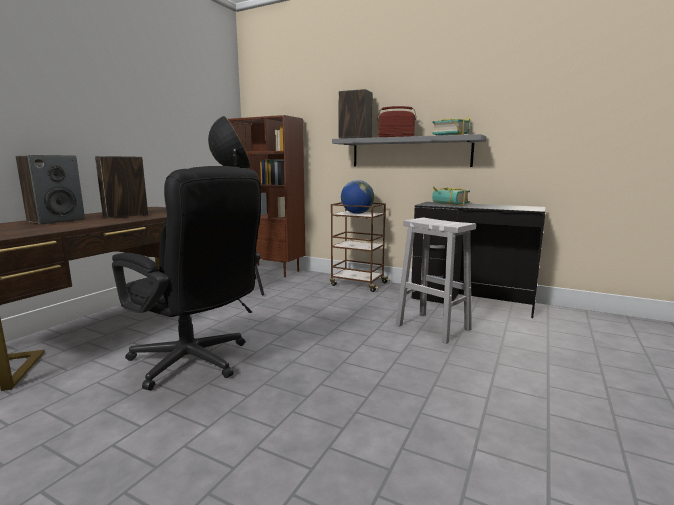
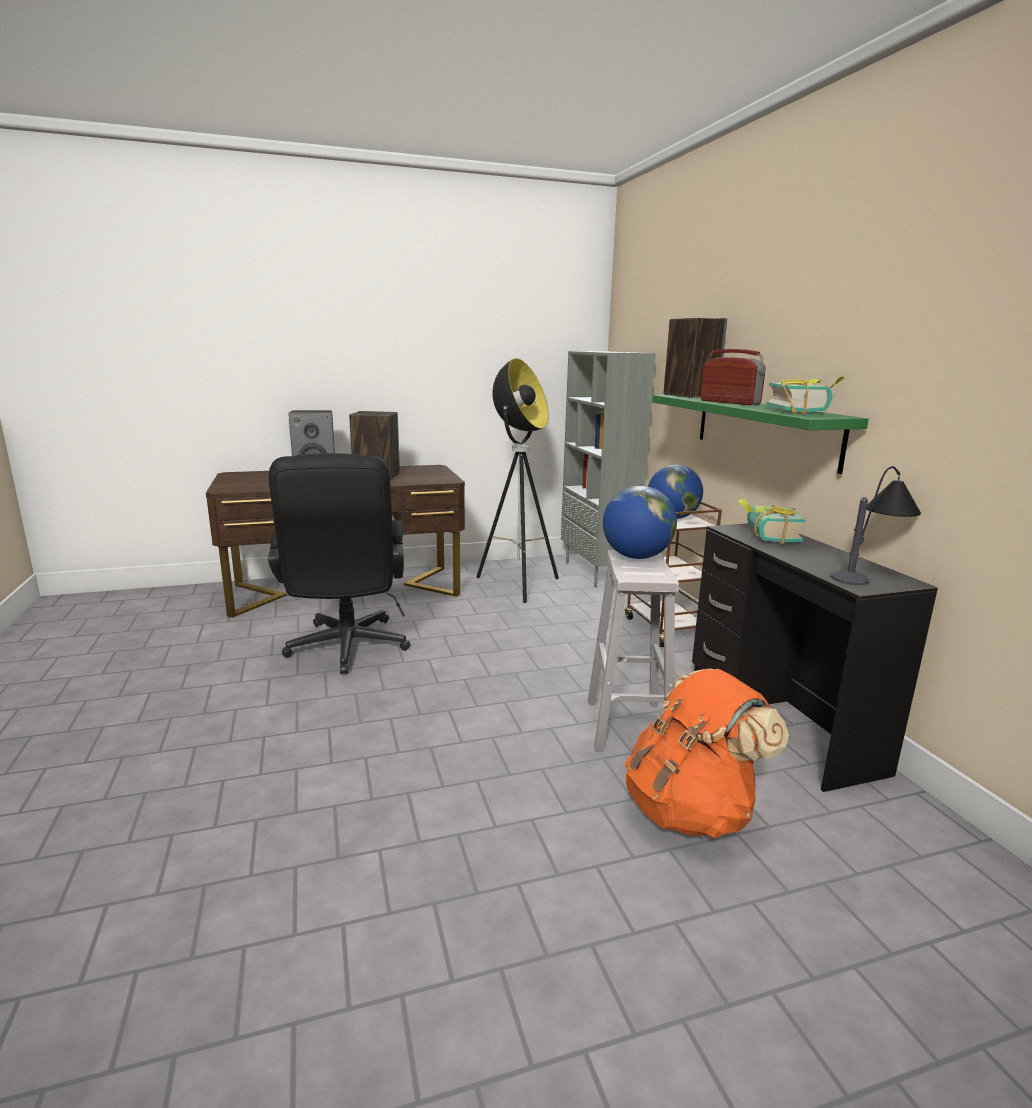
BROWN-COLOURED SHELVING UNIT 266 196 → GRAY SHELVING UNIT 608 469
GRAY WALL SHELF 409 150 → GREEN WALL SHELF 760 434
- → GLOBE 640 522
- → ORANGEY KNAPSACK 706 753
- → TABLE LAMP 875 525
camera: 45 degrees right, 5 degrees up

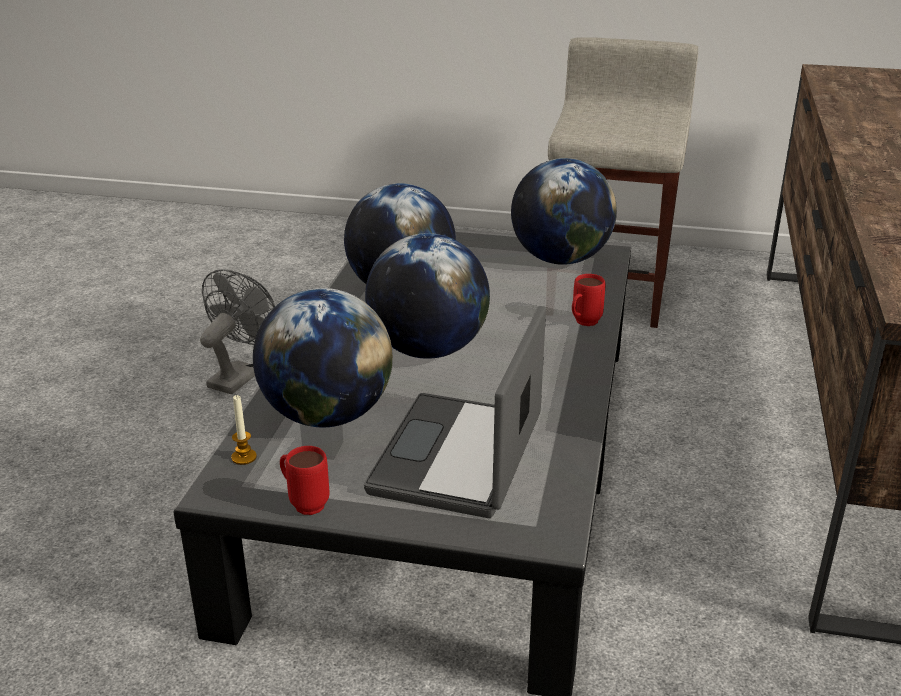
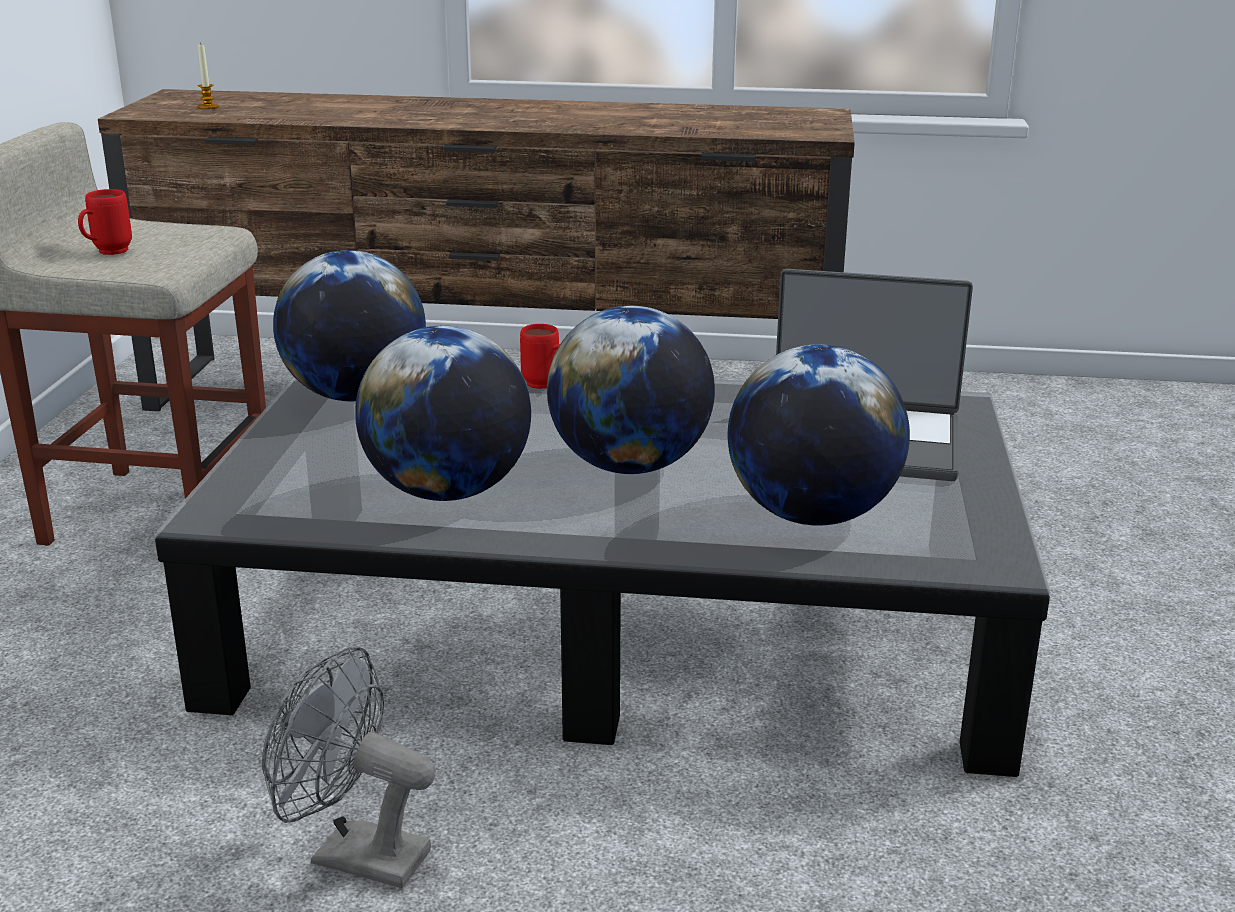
WAX CANDLE 244 430 → WAX CANDLE 208 77, move
RED MUG 305 480 → RED MUG 105 222, move
camera: 95 degrees left, 5 degrees down

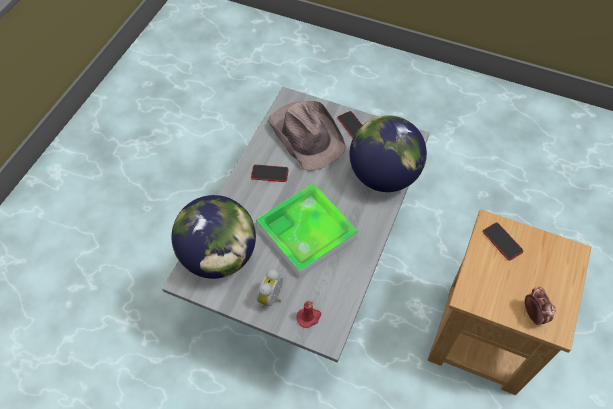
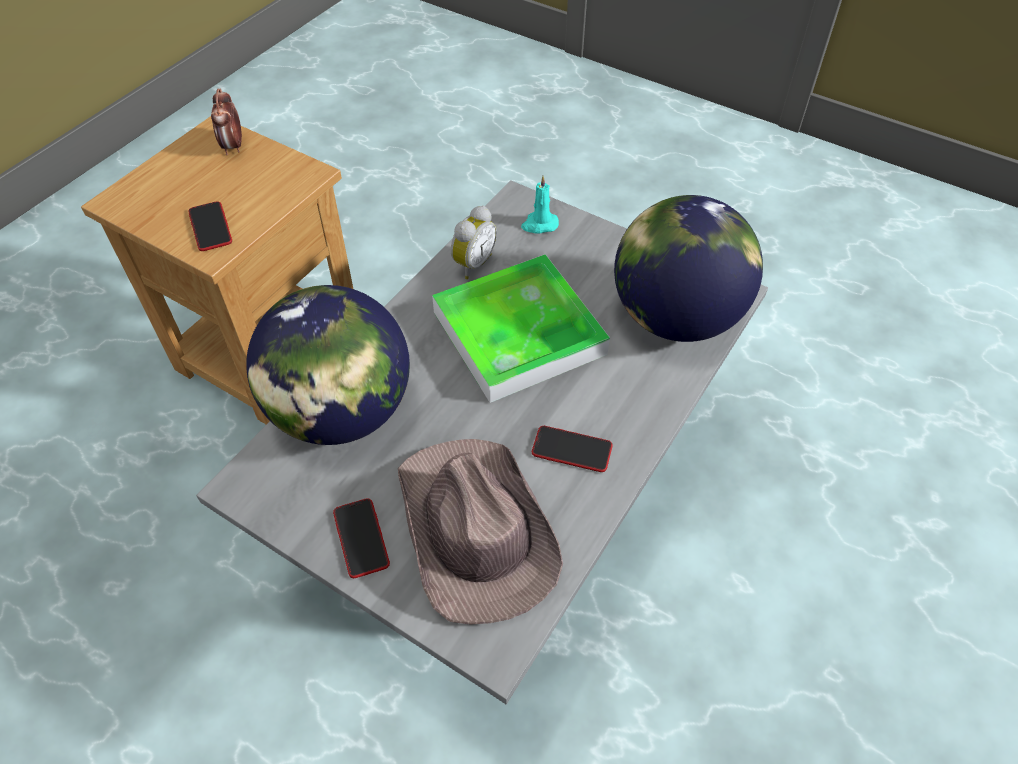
BEDSIDE CLOCK 270 288 → BEDSIDE CLOCK 474 242, move
RED WAX CANDLE 308 314 → TURQUOISE-COLOURED WAX CANDLE 540 204
camera: 170 degrees left, 5 degrees down

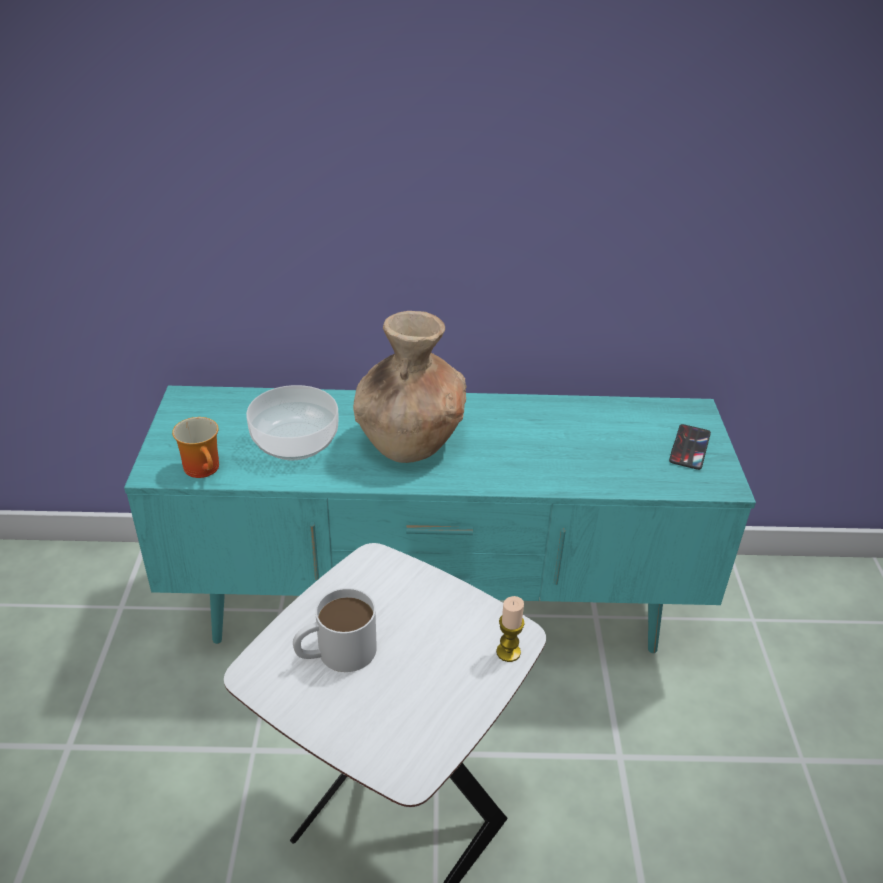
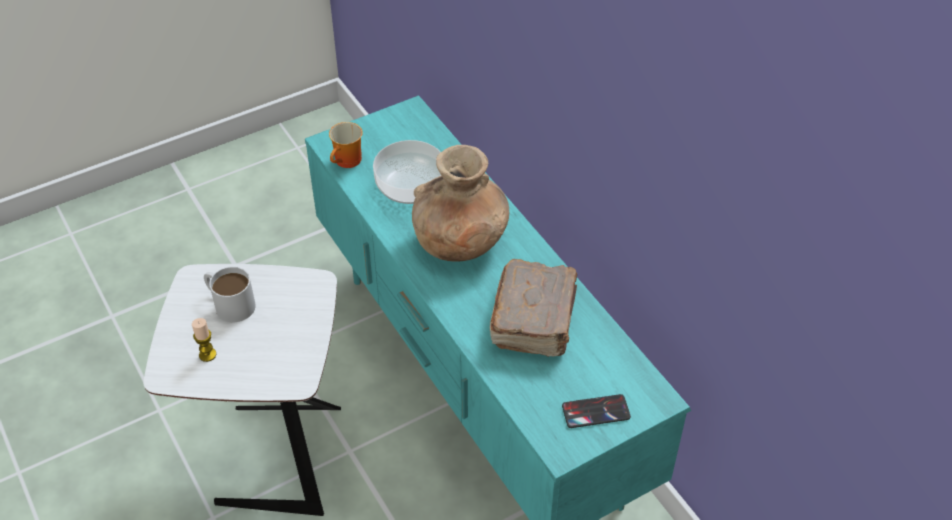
WAX CANDLE 510 629 → WAX CANDLE 204 340, move
- → BROWN-COLOURED VOLUME 533 308
camera: 60 degrees right, 10 degrees up

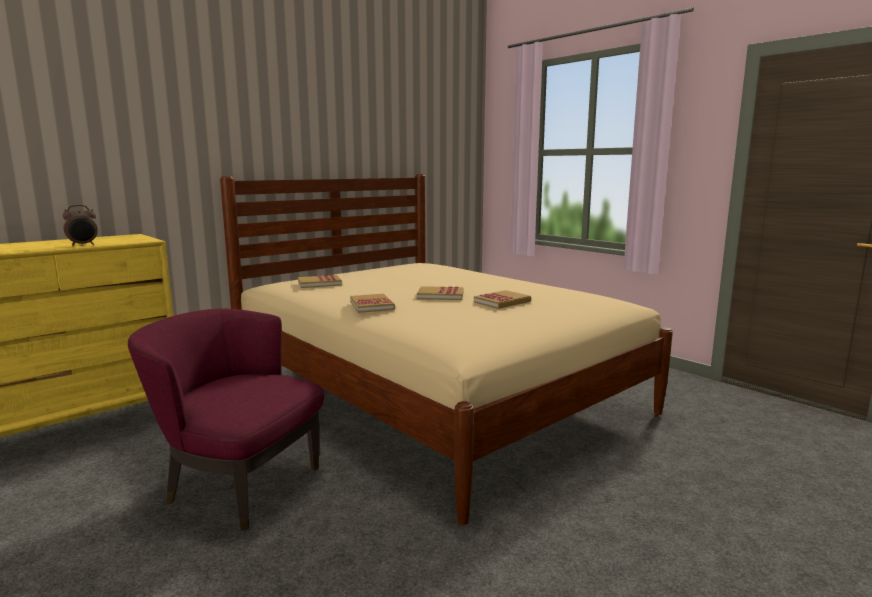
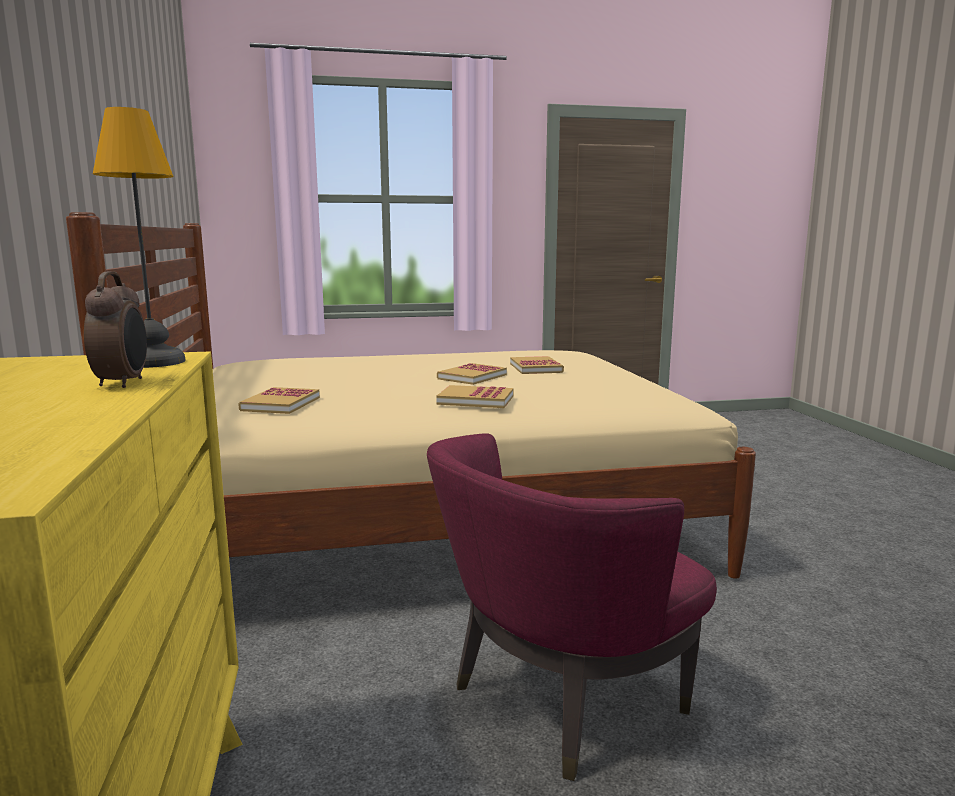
- → TABLE LAMP 139 237
camera: 60 degrees left, 0 degrees up

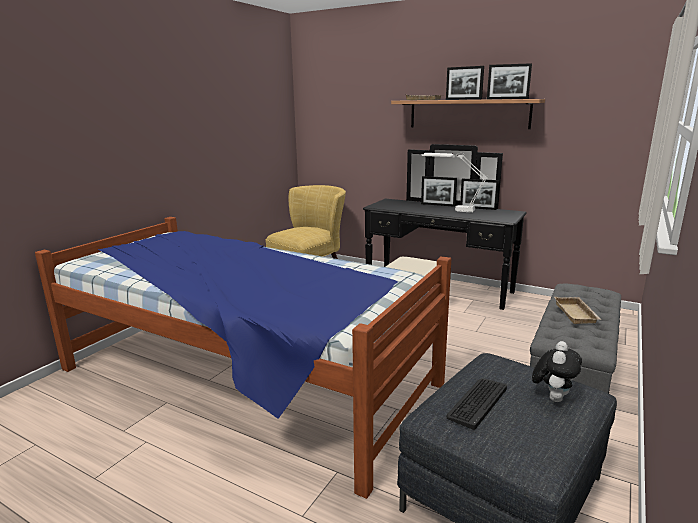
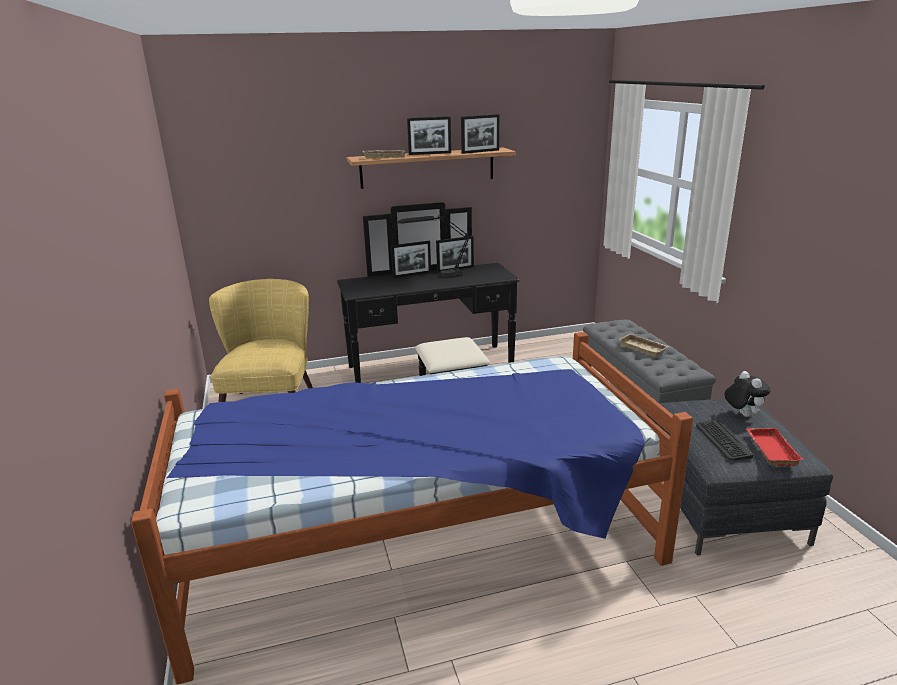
WHITE TABLE LAMP 454 183 → BLACK TABLE LAMP 434 246
- → RED CARRYING TRAY 775 447
camera: 45 degrees left, 5 degrees up

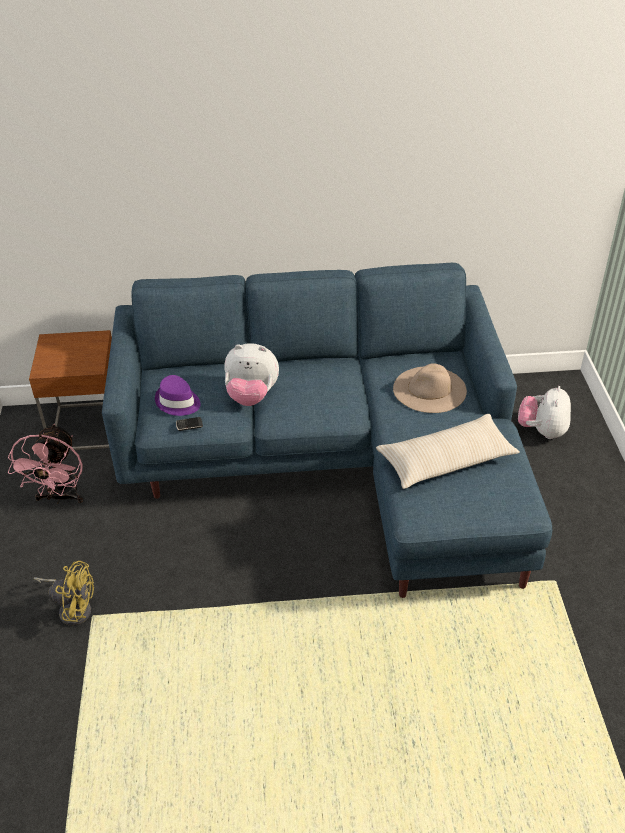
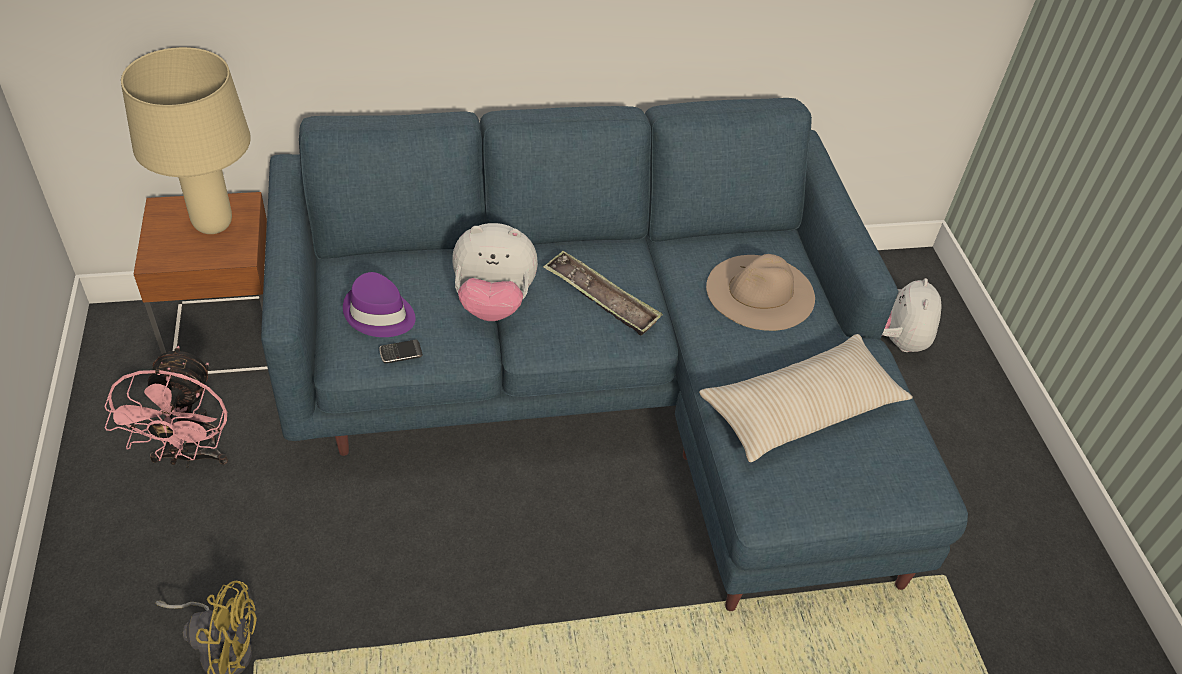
- → BEIGE-COLOURED TABLE LAMP 186 140
- → CARRYING TRAY 603 293
camera: 10 degrees left, 5 degrees up

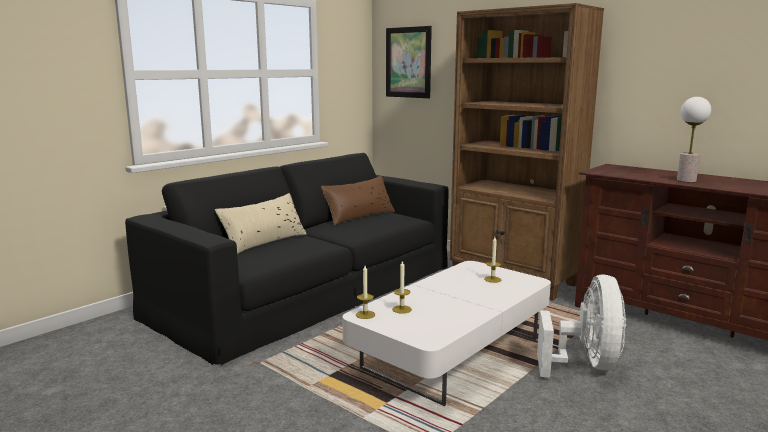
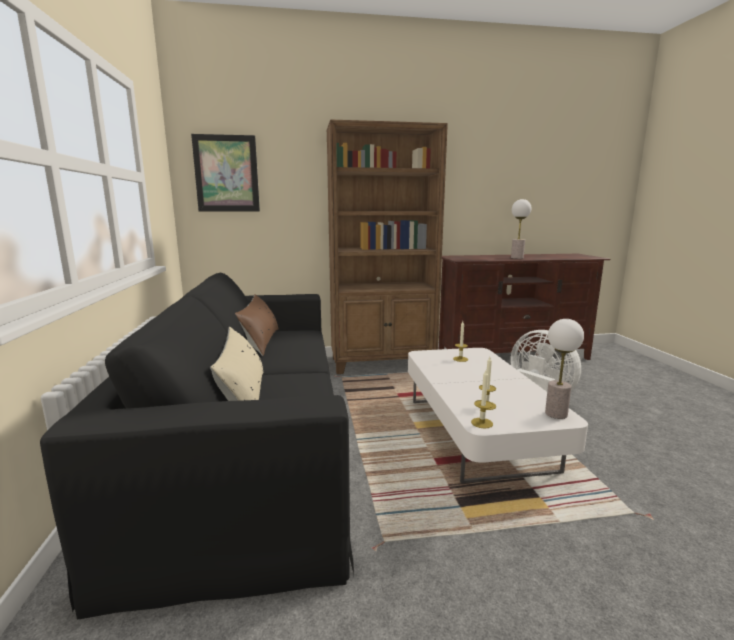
- → TABLE LAMP 564 369
camera: 50 degrees left, 0 degrees up

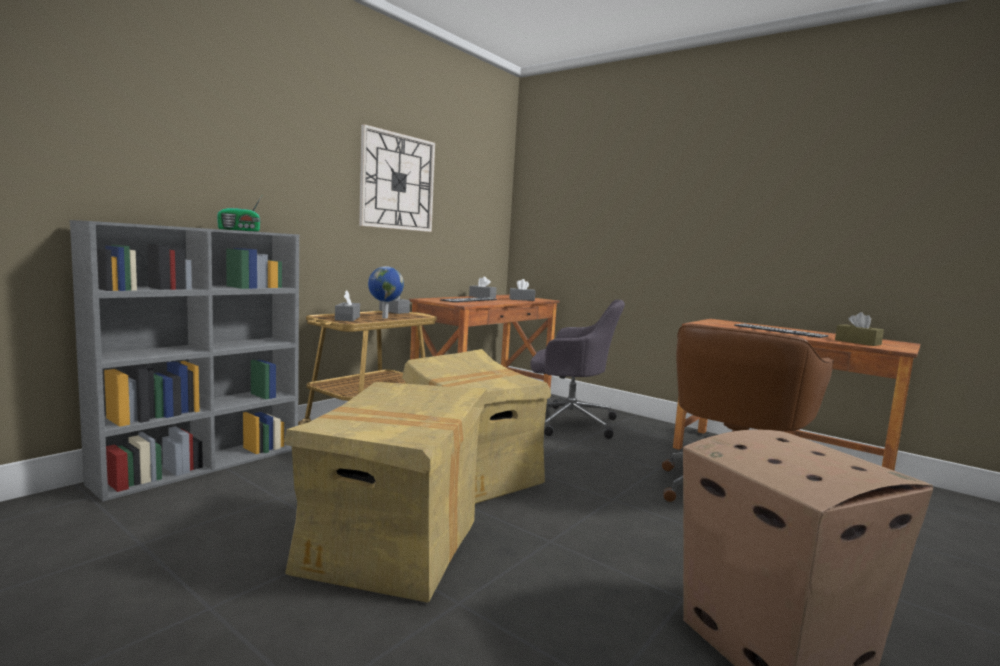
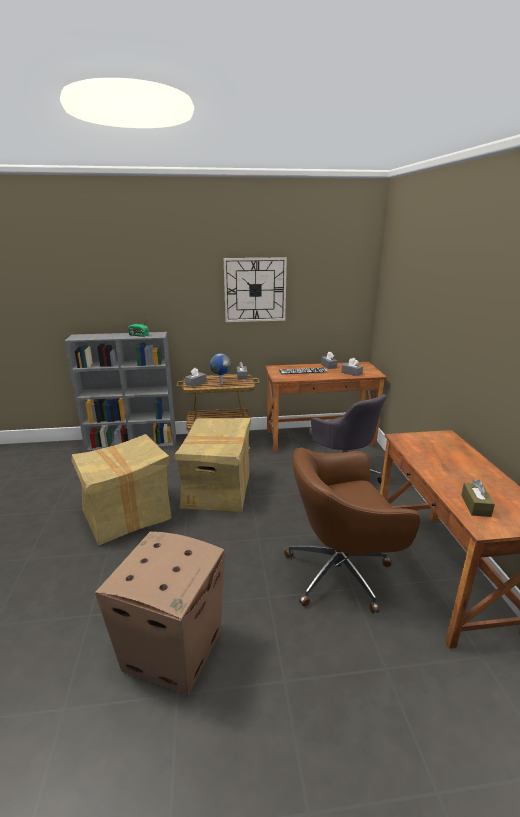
KEYBOARD 781 331 → -
camera: 45 degrees right, 15 degrees up

